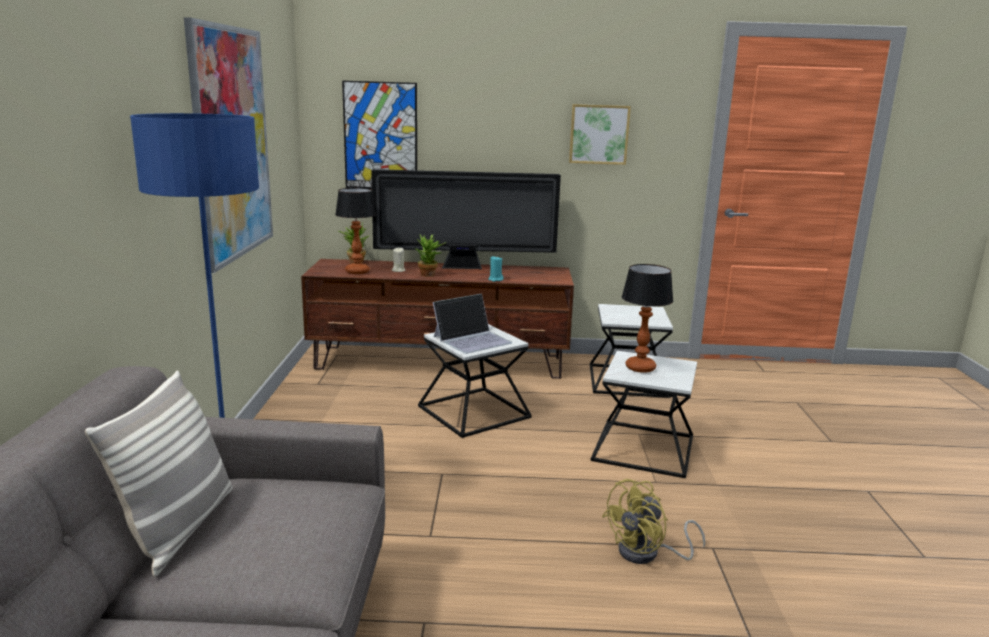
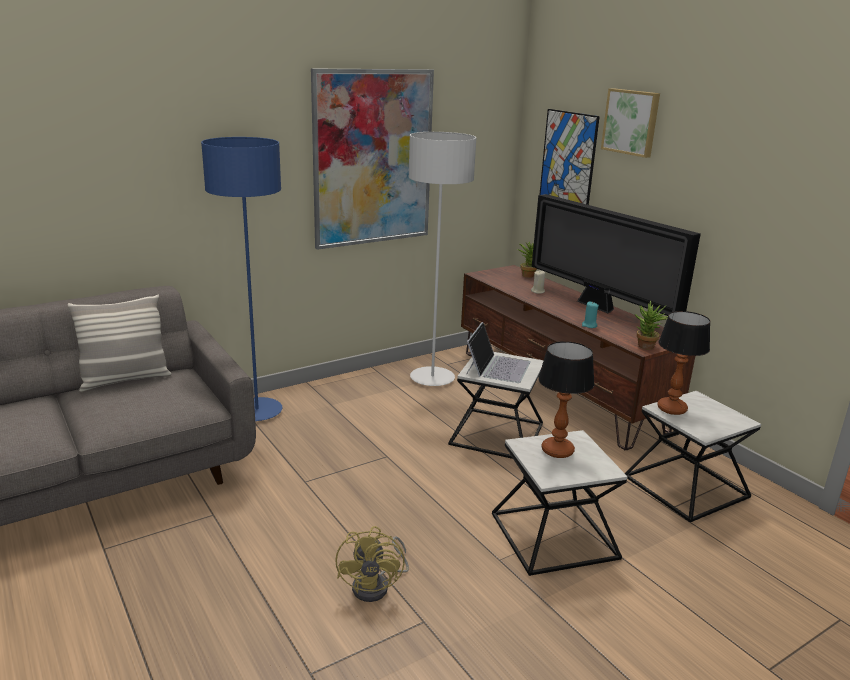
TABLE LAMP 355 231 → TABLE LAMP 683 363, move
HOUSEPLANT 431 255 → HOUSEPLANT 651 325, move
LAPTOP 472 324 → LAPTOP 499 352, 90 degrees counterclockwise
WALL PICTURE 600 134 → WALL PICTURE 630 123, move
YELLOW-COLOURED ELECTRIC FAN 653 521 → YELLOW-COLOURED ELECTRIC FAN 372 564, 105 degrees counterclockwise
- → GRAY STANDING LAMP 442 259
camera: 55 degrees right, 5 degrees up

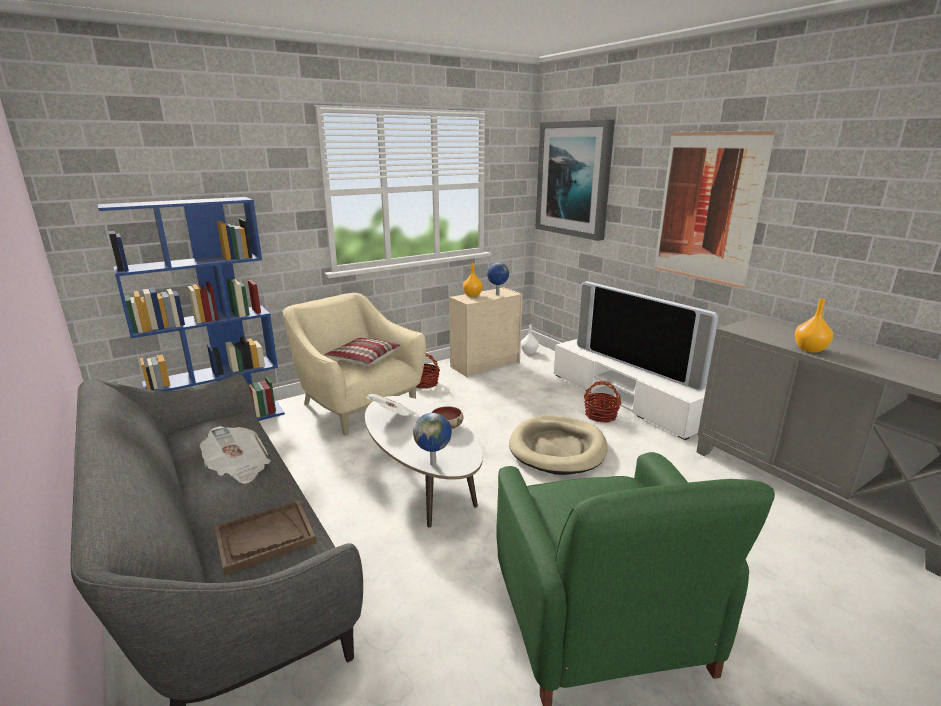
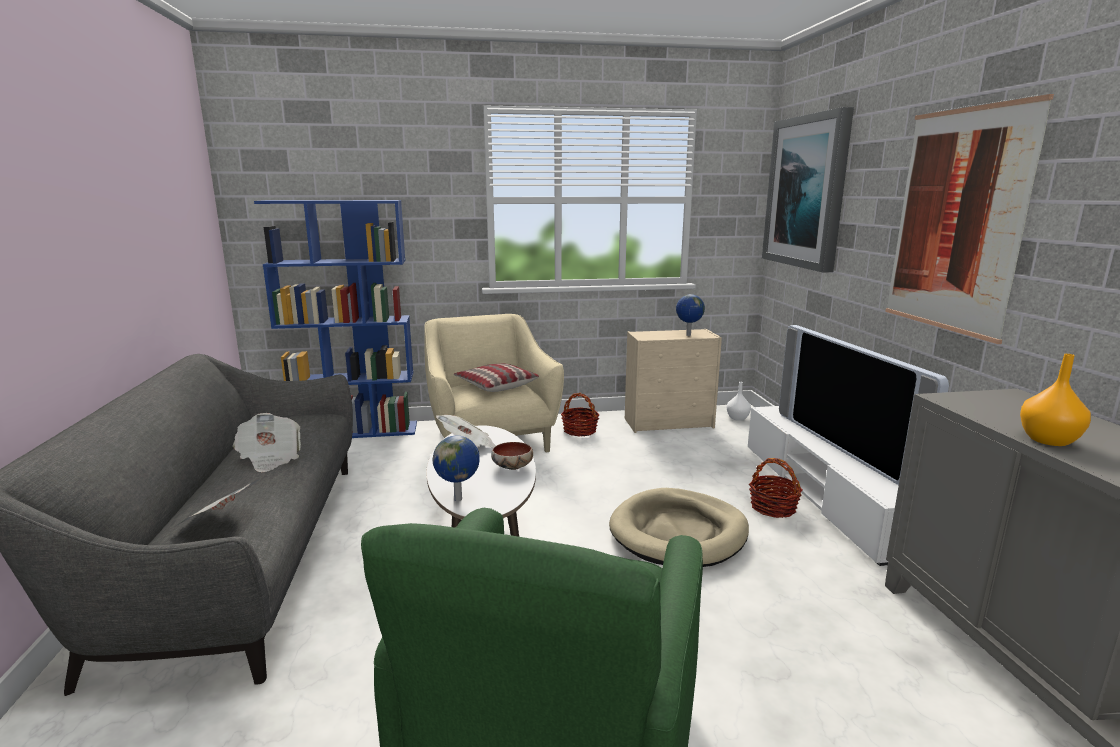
BROWN-COLOURED CARRYING TRAY 265 538 → DAILY PAPER 217 503
ORANGEY VASE 473 280 → -
camera: 25 degrees right, 5 degrees down

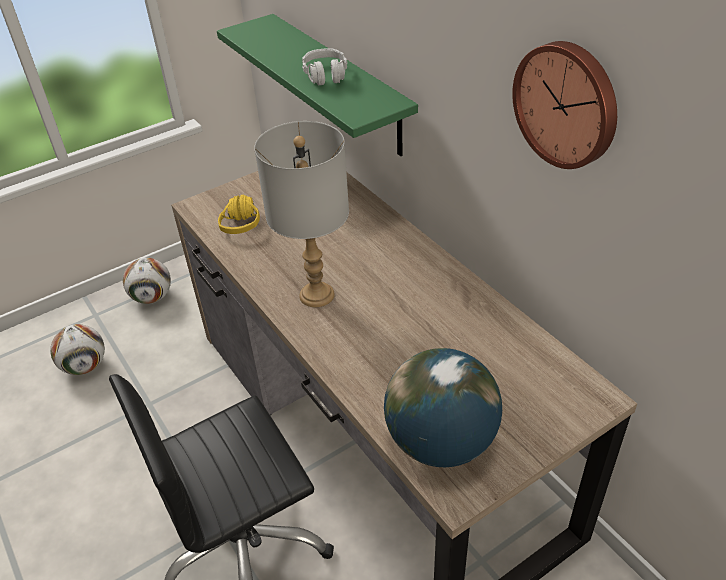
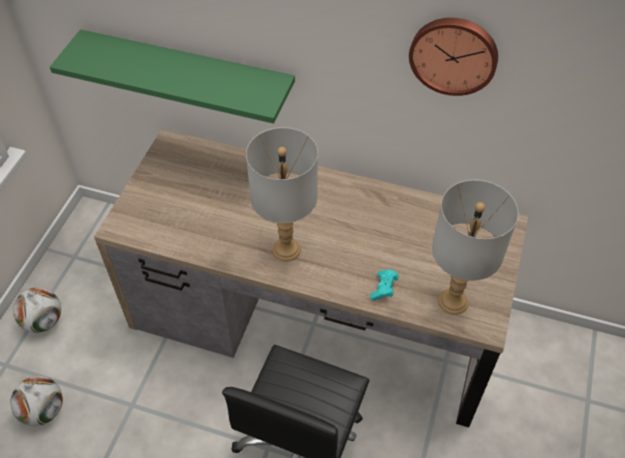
YELLOW-COLOURED PAIR OF HEADPHONES 239 214 → -
GRAY PAIR OF HEADPHONES 325 67 → -
GLOBE 443 407 → GRAY TABLE LAMP 475 247
- → TURQUOISE-COLOURED GAMEPAD 384 285
camera: 40 degrees left, 10 degrees up

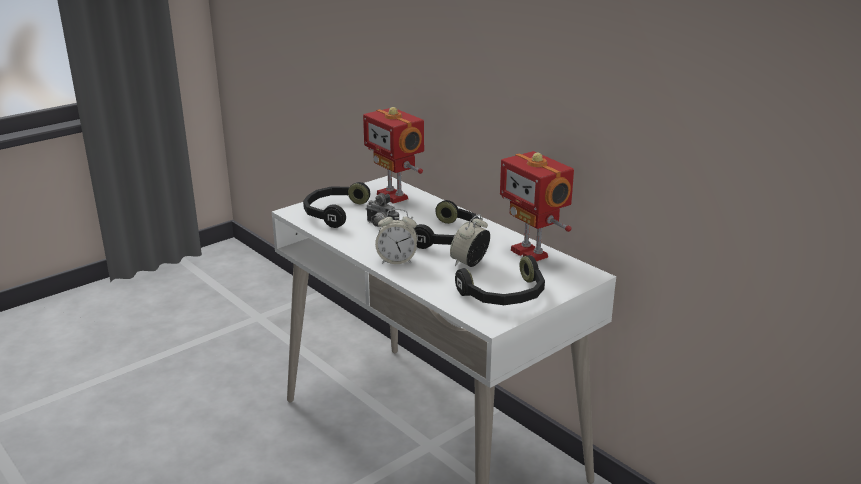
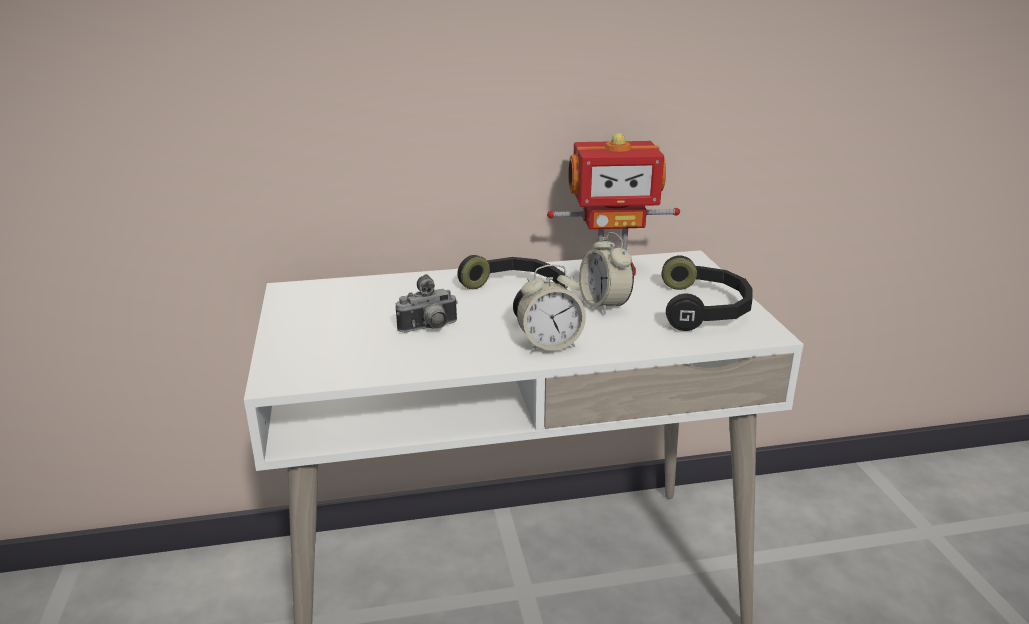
BLACK PAIR OF HEADPHONES 336 205 → -
ROBOT FIGURE 393 155 → -
BEDSIDE CLOCK 396 236 → BEDSIDE CLOCK 551 308, 45 degrees clockwise
camera: 60 degrees left, 0 degrees up

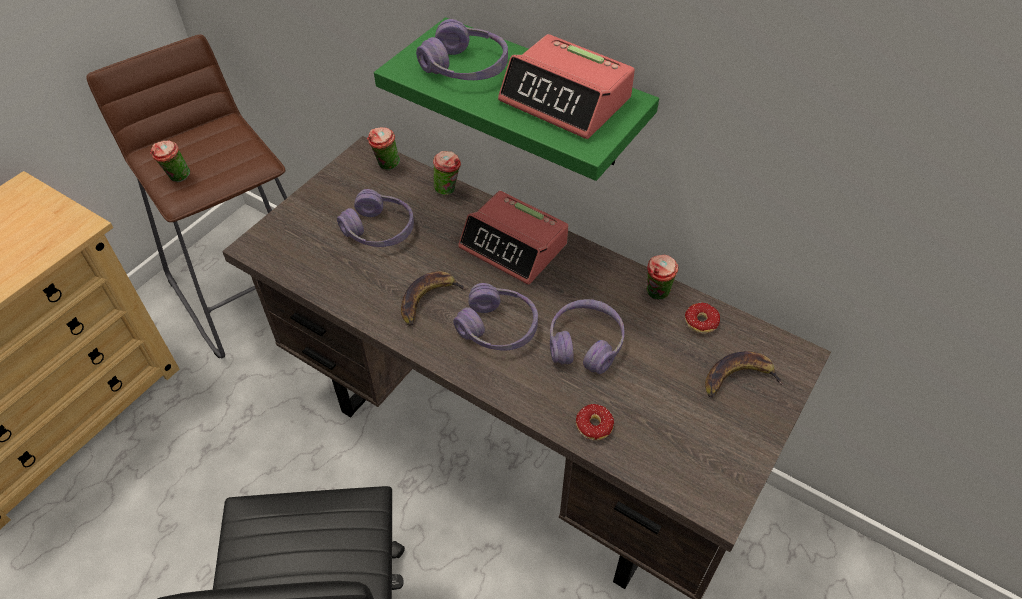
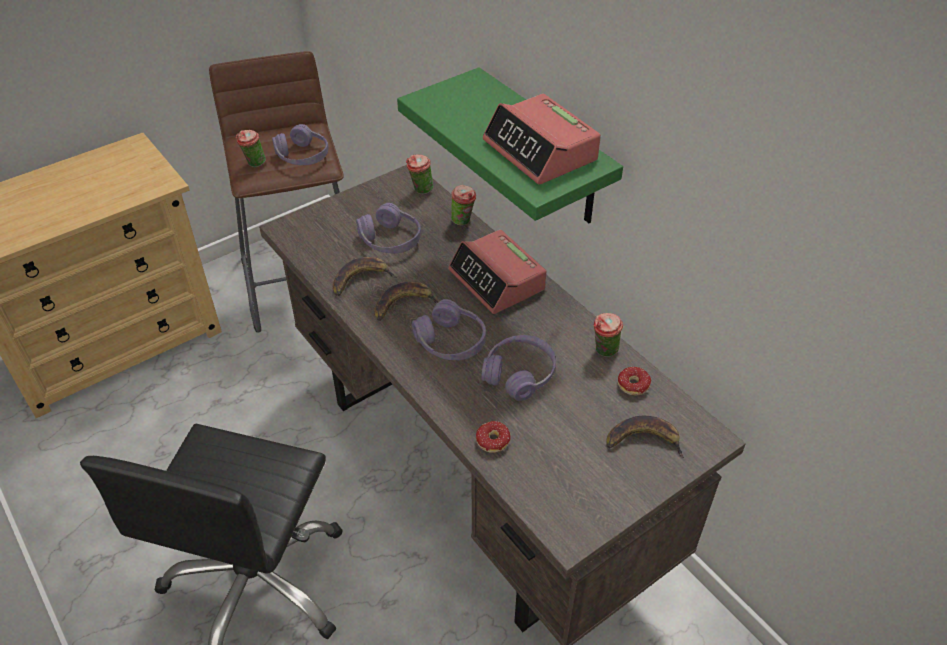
PURPLE PAIR OF HEADPHONES 462 49 → PURPLE PAIR OF HEADPHONES 300 144, move
- → WHOLE BANANA 365 276
camera: 20 degrees right, 5 degrees down

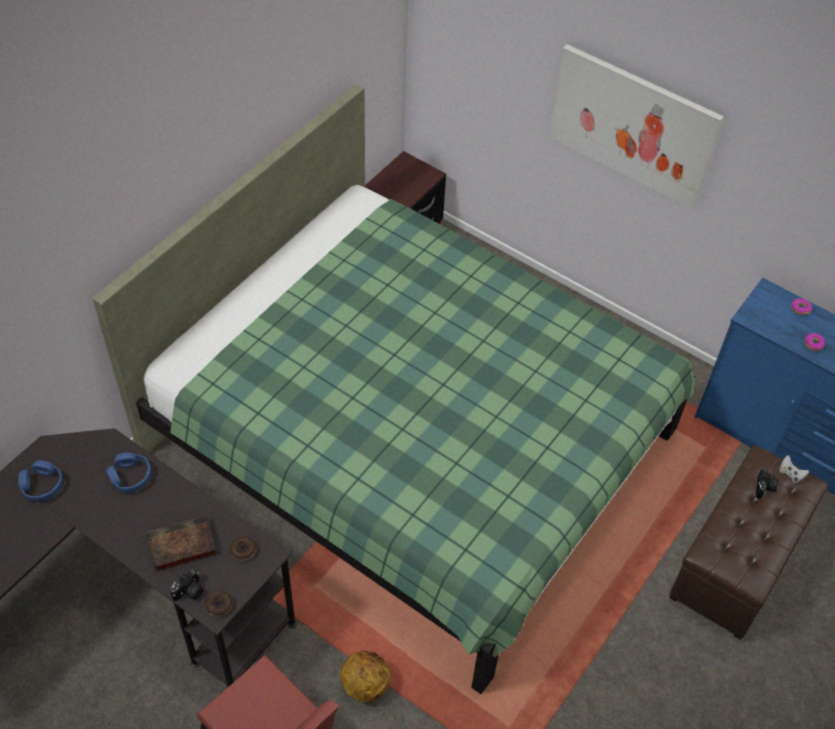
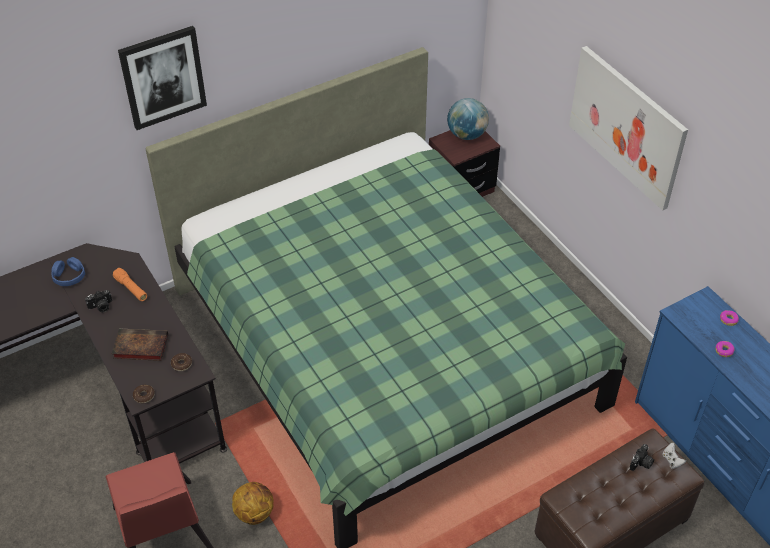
BLUE-COLOURED PAIR OF HEADPHONES 128 472 → ORANGEY TORCH 130 284
PHOTO CAMERA 186 584 → PHOTO CAMERA 98 301, move
- → WALL PICTURE 162 78
- → GLOBE 468 119
camera: 25 degrees right, 5 degrees down

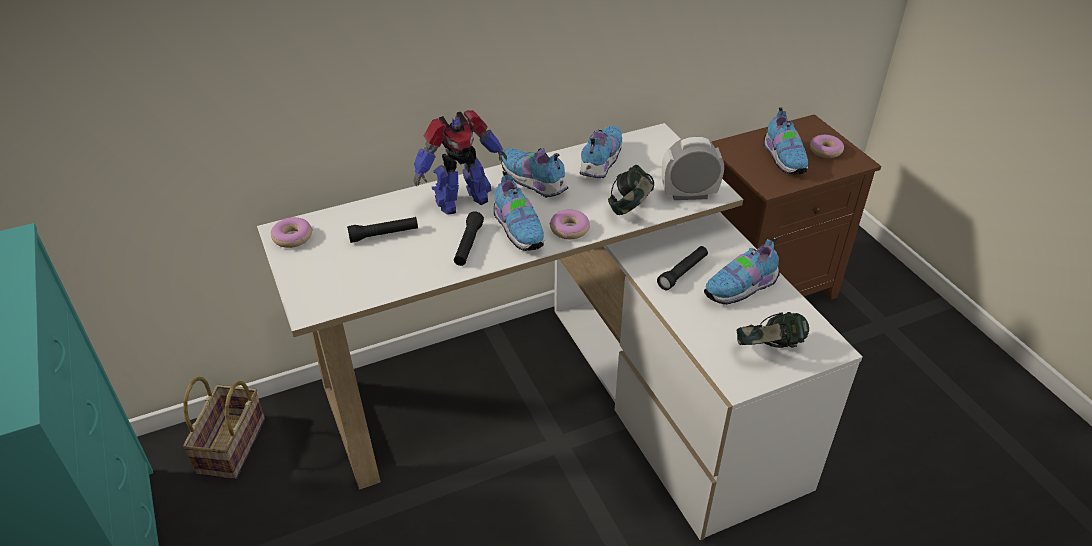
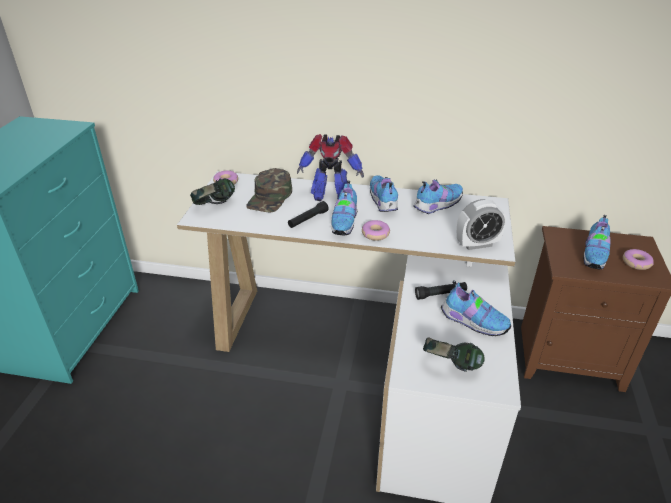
STORAGE BASKET 224 428 → -
BLACK TORCH 382 230 → GREEN CAP 269 190
PAIR OF HEADPHONES 631 190 → PAIR OF HEADPHONES 212 191, move
BEDSIDE CLOCK 693 168 → BEDSIDE CLOCK 481 224, 135 degrees clockwise
LOW SHOE 742 271 → LOW SHOE 476 308, 150 degrees counterclockwise
camera: 35 degrees right, 5 degrees down

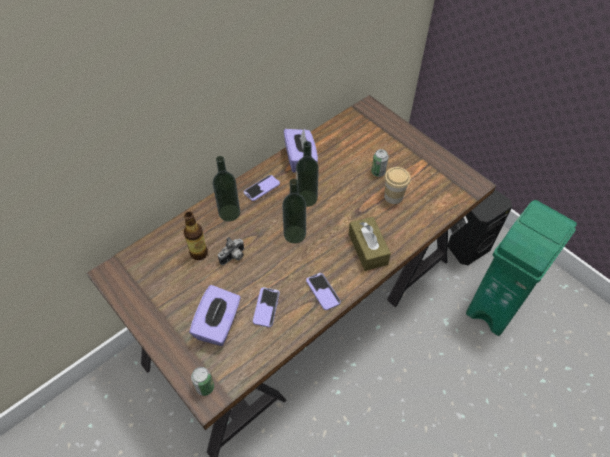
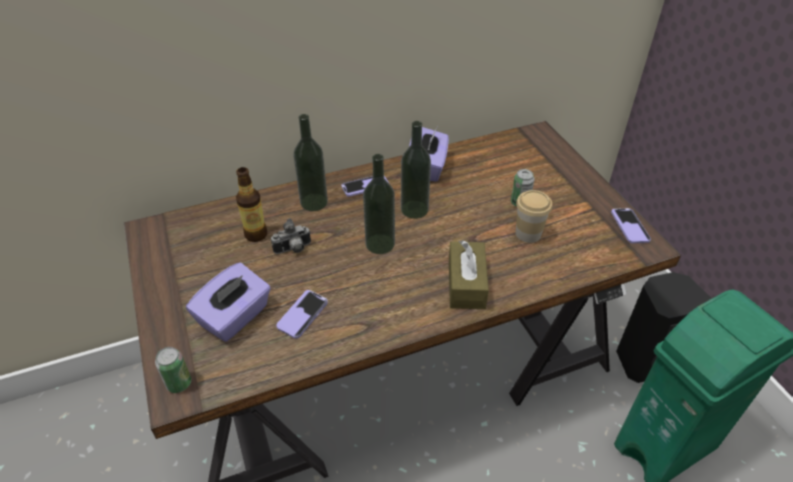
HANDSET 323 291 → HANDSET 631 225, move
camera: 20 degrees right, 10 degrees down

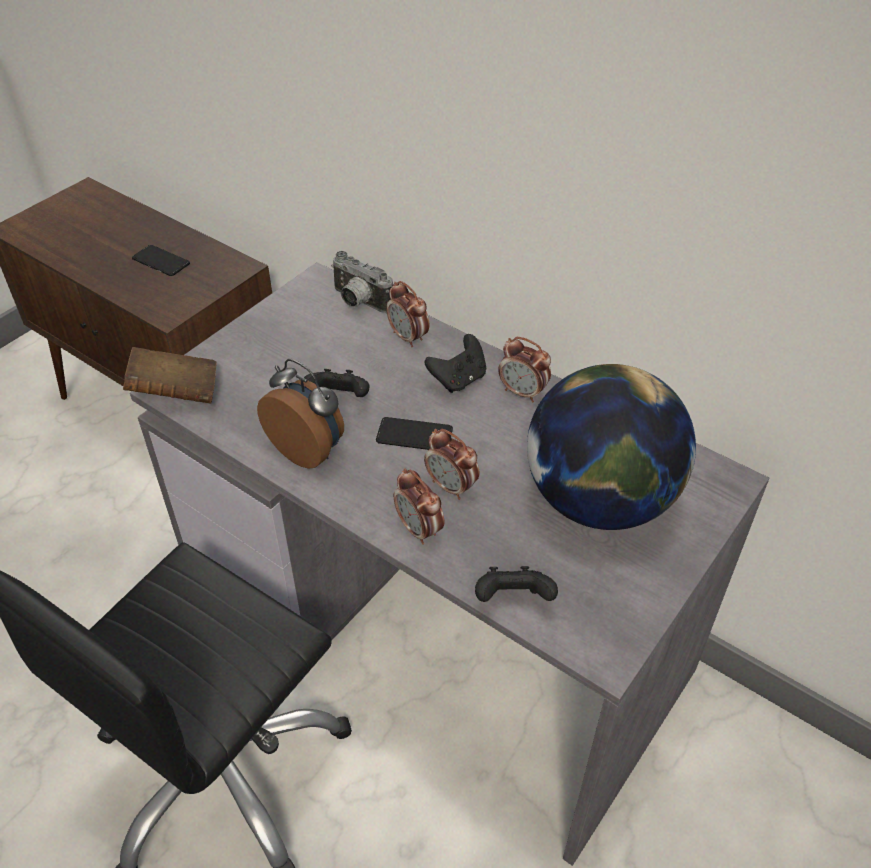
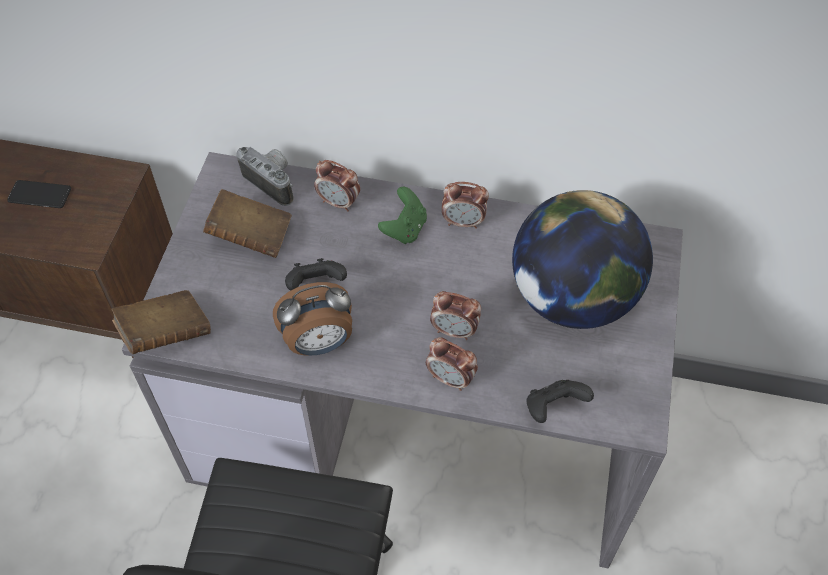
BEDSIDE CLOCK 300 414 → BEDSIDE CLOCK 312 319, 150 degrees clockwise
PHOTO CAMERA 362 282 → PHOTO CAMERA 265 176, 150 degrees counterclockwise
HANDSET 414 433 → -
BLACK GAMEPAD 455 363 → GREEN GAMEPAD 402 215
- → BROWN-COLOURED VOLUME 247 223
camera: 25 degrees left, 10 degrees up

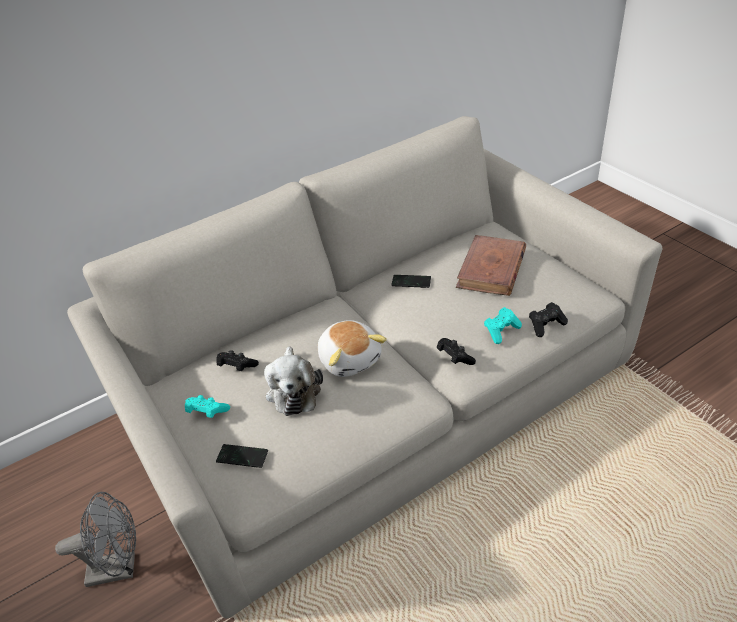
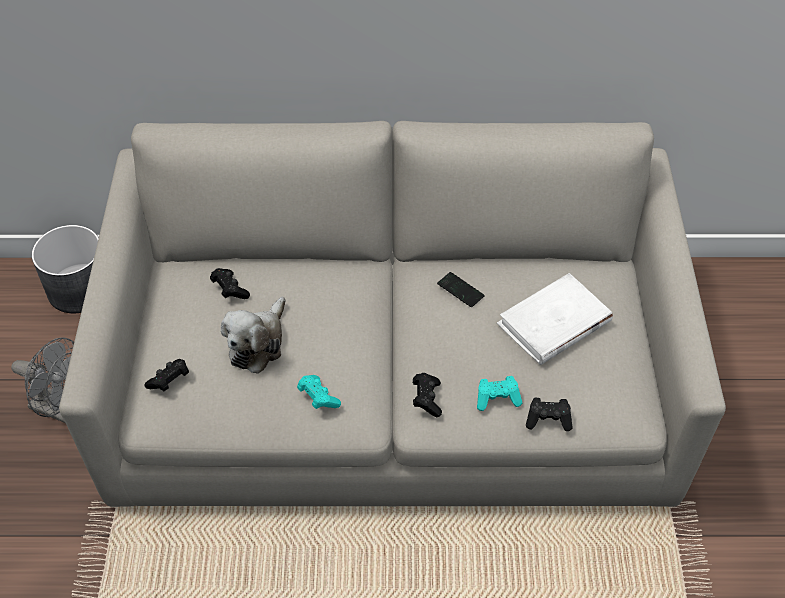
TURQUOISE-COLOURED GAMEPAD 207 406 → TURQUOISE-COLOURED GAMEPAD 319 392, move
HANDSET 242 456 → BLACK GAMEPAD 166 375
PLUSH TOY 352 348 → -
BROWN-COLOURED VOLUME 491 265 → WHITE VOLUME 555 319
- → GRAY PLANT POT 65 269
camera: 30 degrees right, 10 degrees up

